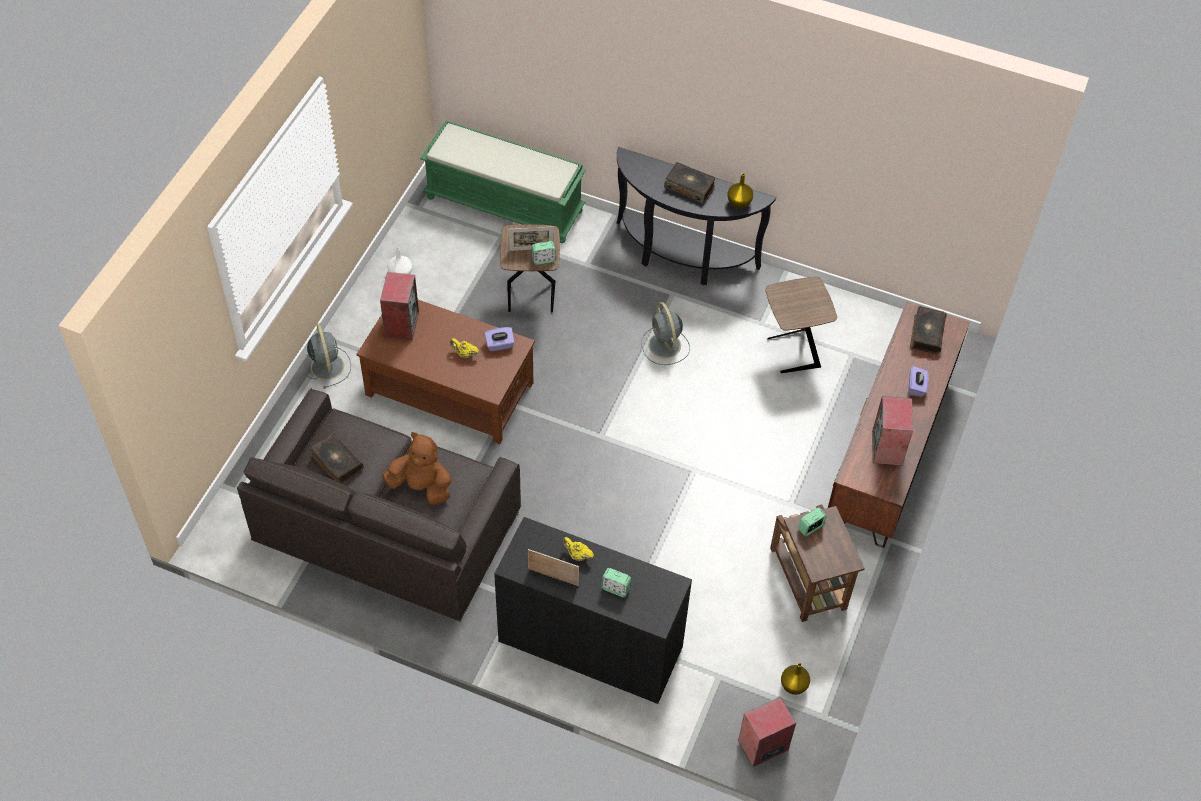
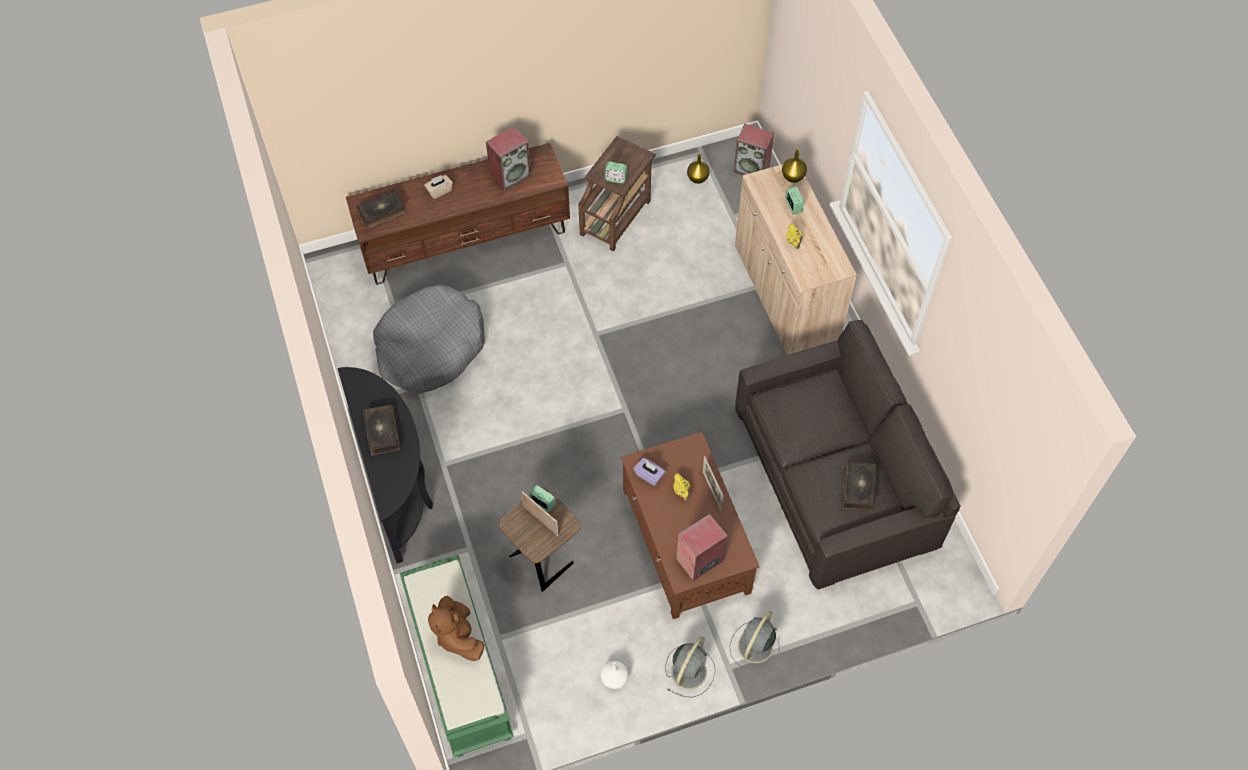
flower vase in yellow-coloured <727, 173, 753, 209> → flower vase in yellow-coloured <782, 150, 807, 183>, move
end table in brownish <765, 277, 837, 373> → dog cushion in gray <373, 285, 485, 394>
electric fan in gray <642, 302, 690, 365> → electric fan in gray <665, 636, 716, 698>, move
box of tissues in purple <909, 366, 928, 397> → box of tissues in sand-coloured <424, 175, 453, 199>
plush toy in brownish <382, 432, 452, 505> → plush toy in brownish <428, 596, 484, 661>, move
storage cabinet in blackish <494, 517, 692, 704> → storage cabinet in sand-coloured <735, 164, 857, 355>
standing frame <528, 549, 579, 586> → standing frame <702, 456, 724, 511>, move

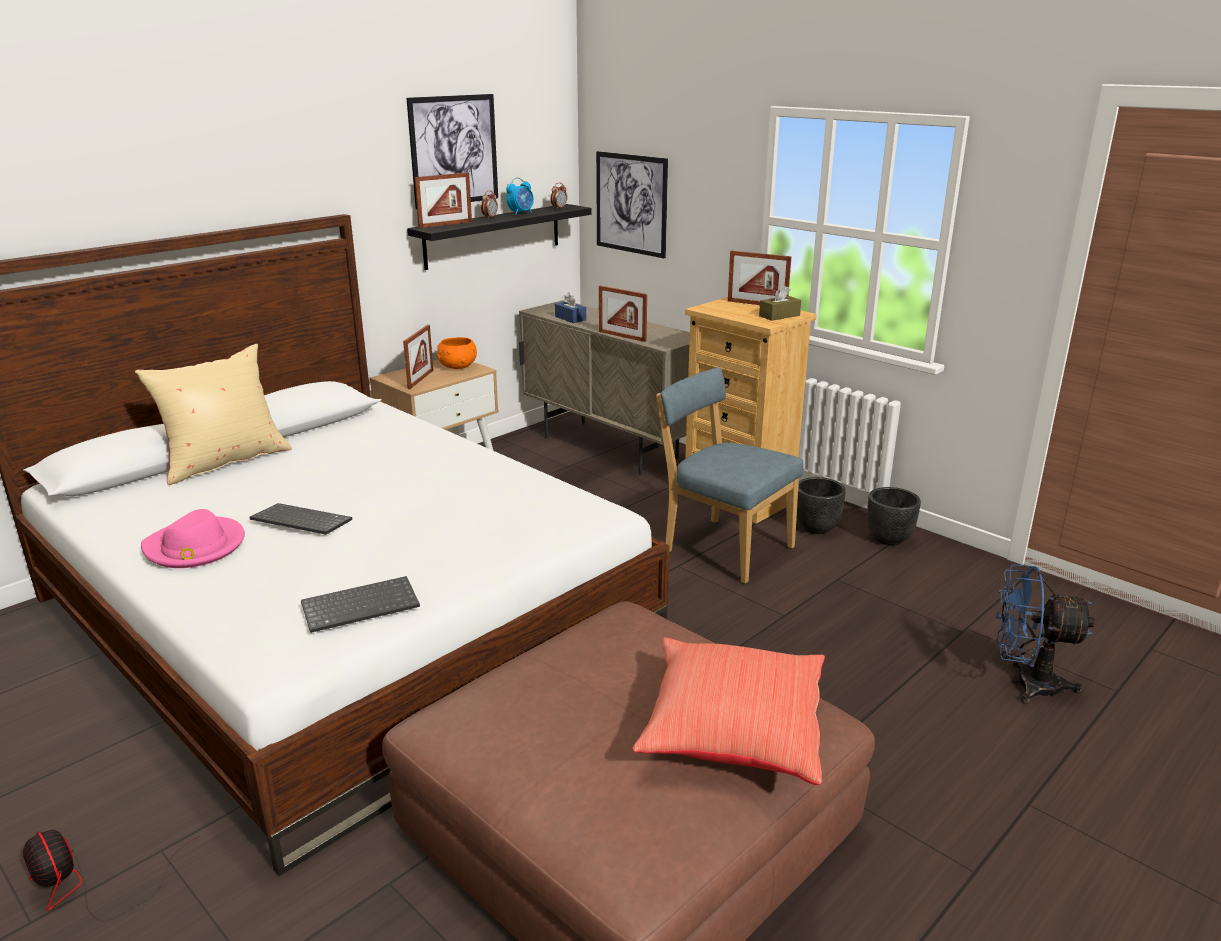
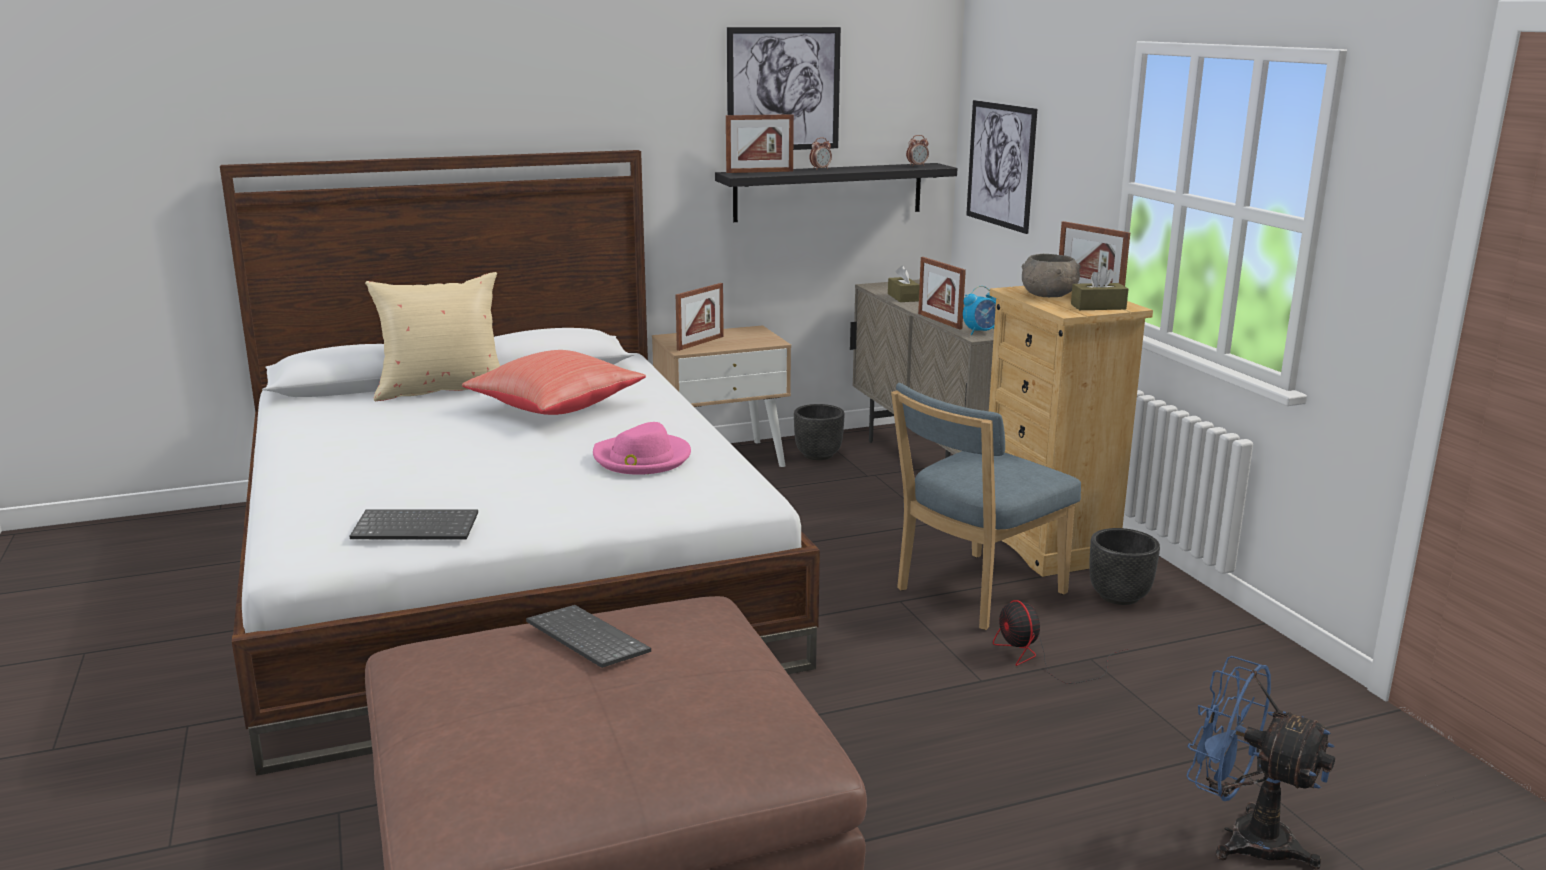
alarm clock <506, 177, 534, 215> → alarm clock <963, 286, 996, 335>, move
box of tissues in blue <555, 293, 586, 323> → box of tissues in brownish <888, 265, 920, 302>
serving bowl in orange-coloured <437, 337, 477, 369> → -
chair in blue <656, 367, 804, 584> → chair in blue <891, 383, 1081, 630>, 105 degrees counterclockwise
planter in blackish <867, 487, 921, 545> → planter in blackish <794, 404, 845, 460>, move
PC keyboard <250, 503, 352, 535> → PC keyboard <526, 605, 651, 668>, move
wearable hat in pink <141, 509, 245, 568> → wearable hat in pink <593, 422, 691, 475>, move
throw pillow in red <633, 637, 825, 785> → throw pillow in red <462, 350, 646, 415>, move
electric fan <23, 830, 199, 922> → electric fan <993, 600, 1128, 684>, move
- → serving bowl in gray <1022, 254, 1080, 297>

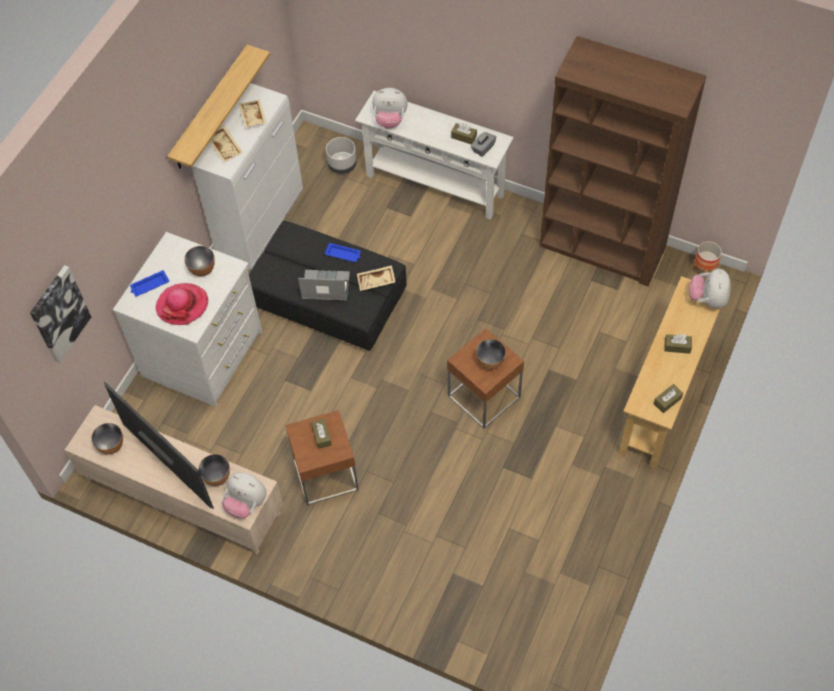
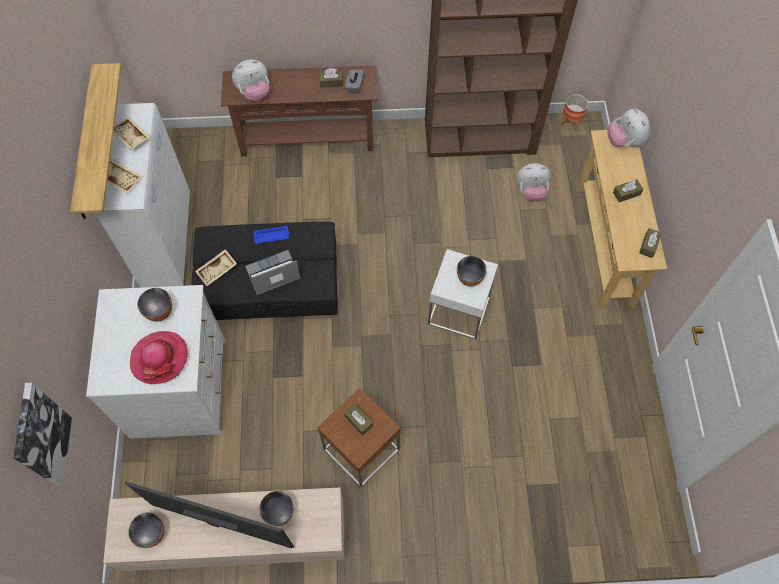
hall table in white <355, 91, 514, 220> → hall table in brownish <221, 66, 377, 157>
planter in gray <326, 137, 357, 174> → -
tray in sand-coloured <357, 265, 395, 291> → tray in sand-coloured <195, 249, 237, 286>, move
tray in blue <130, 270, 169, 297> → -
end table in brownish <447, 328, 524, 429> → end table in white <428, 249, 498, 339>
plush toy <222, 472, 266, 519> → plush toy <517, 163, 551, 201>, move

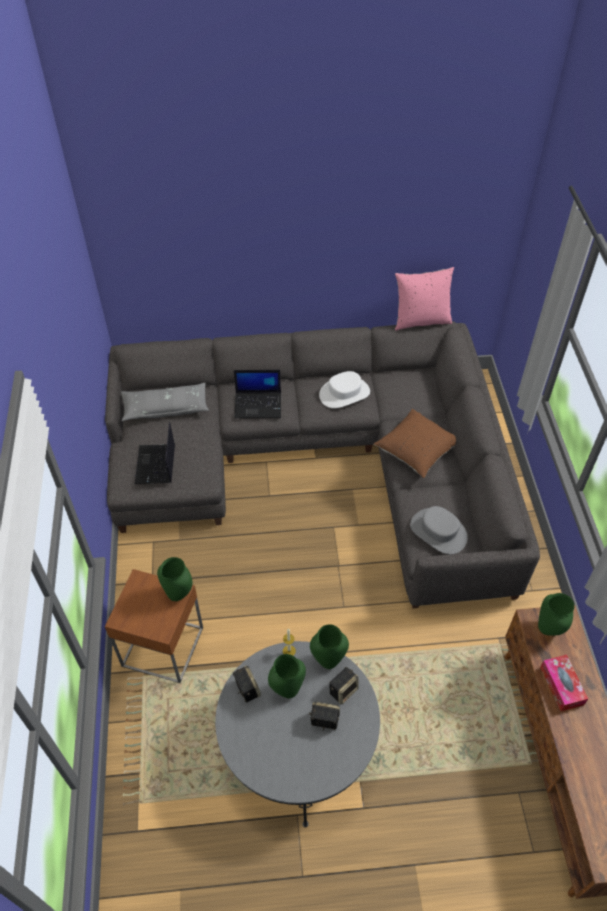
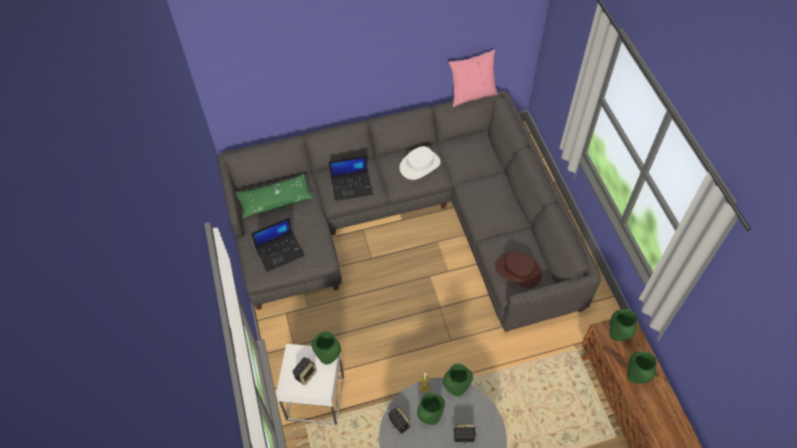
throw pillow in gray <121, 383, 209, 421> → throw pillow in green <235, 174, 313, 218>
throw pillow in brownish <374, 409, 456, 478> → -
portable computer <135, 422, 175, 484> → portable computer <251, 218, 305, 272>, 105 degrees counterclockwise
wearable hat in gray <410, 506, 468, 554> → wearable hat in brownish <495, 251, 542, 288>
end table in brownish <105, 569, 203, 683> → end table in white <276, 344, 344, 425>
box of tissues <540, 654, 588, 711> → flower vase in green <627, 352, 657, 384>
audio speaker <329, 667, 359, 704> → audio speaker <293, 357, 317, 385>, move

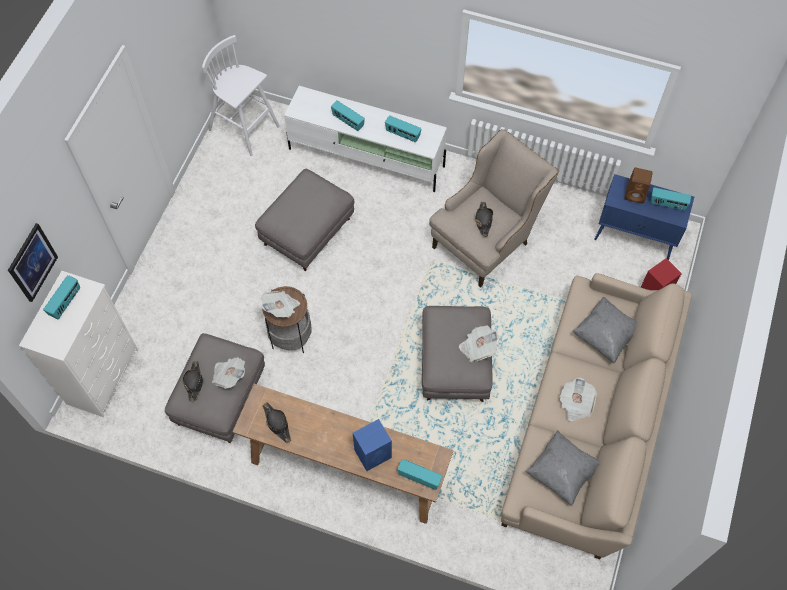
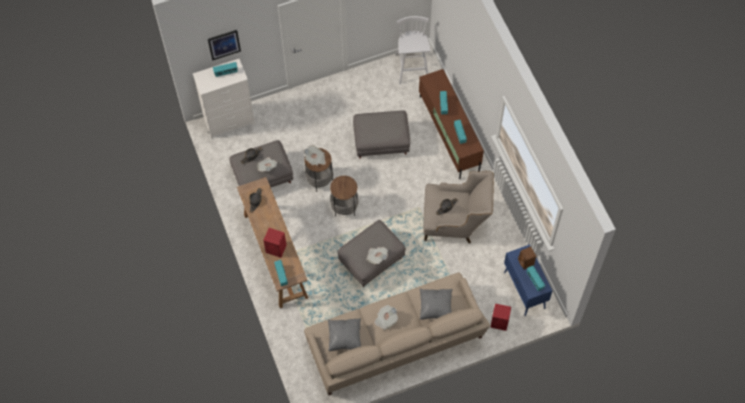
tv unit in white <284, 86, 447, 192> → tv unit in brownish <419, 69, 484, 179>
audio speaker in blue <353, 419, 392, 471> → audio speaker in red <263, 228, 287, 258>
- → end table <330, 176, 358, 217>

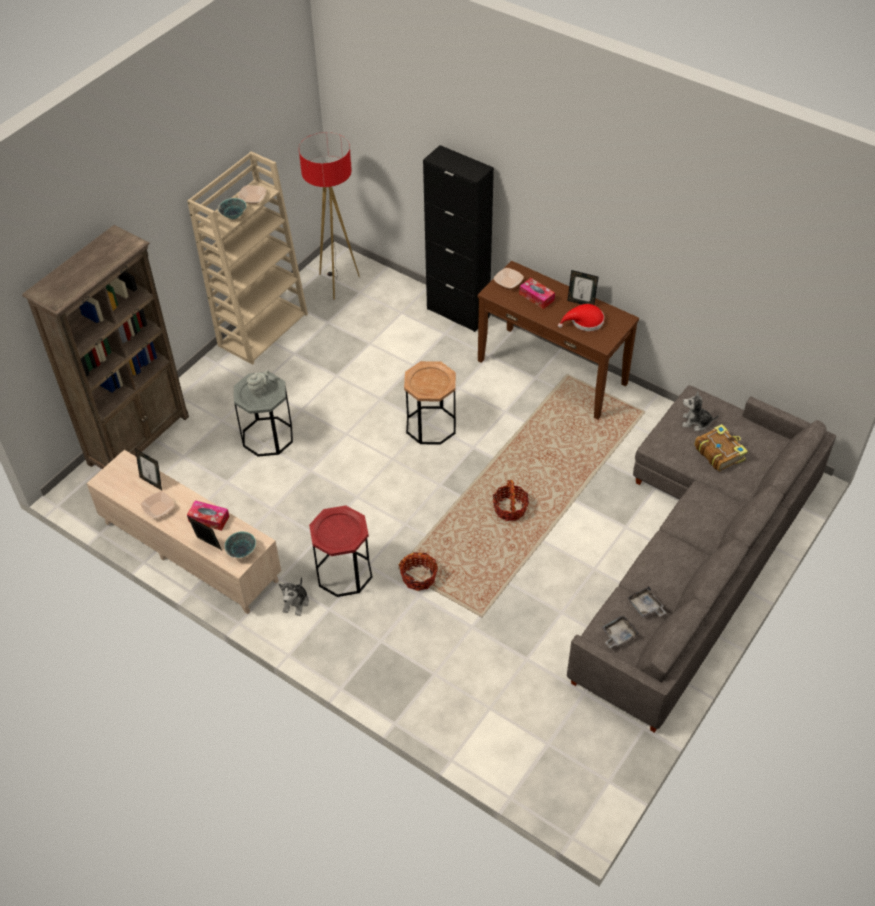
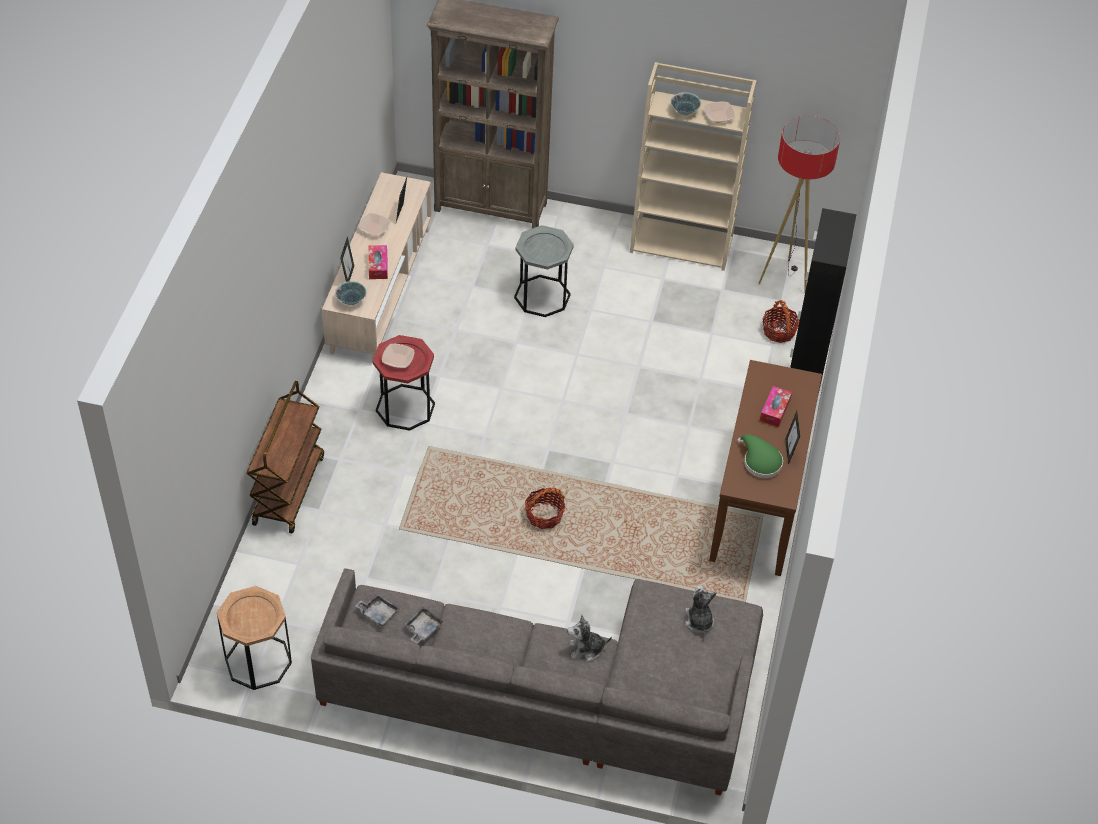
serving bowl <494, 268, 524, 289> → serving bowl <382, 344, 414, 368>, move
wearable hat in red <558, 304, 604, 331> → wearable hat in green <737, 434, 783, 478>
end table in brownish <404, 361, 456, 445> → end table in brownish <217, 586, 292, 690>, move
teapot in gray <247, 370, 269, 397> → -
volume <694, 424, 748, 472> → -
household basket <399, 552, 438, 591> → household basket <763, 300, 800, 343>, move
plush toy <279, 577, 309, 616> → plush toy <567, 615, 612, 661>, move
- → cart in brownish <246, 381, 324, 534>

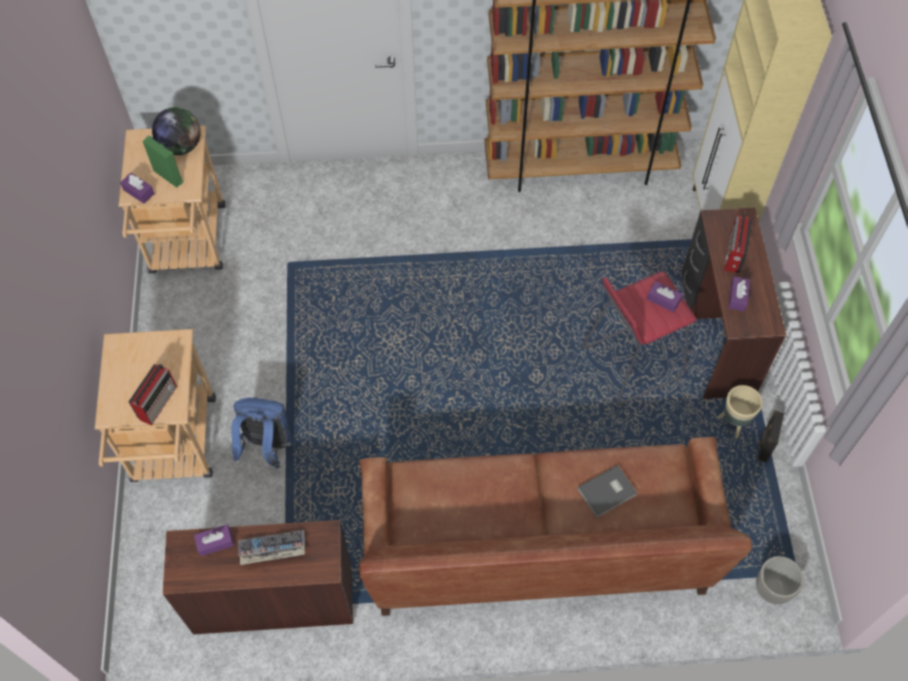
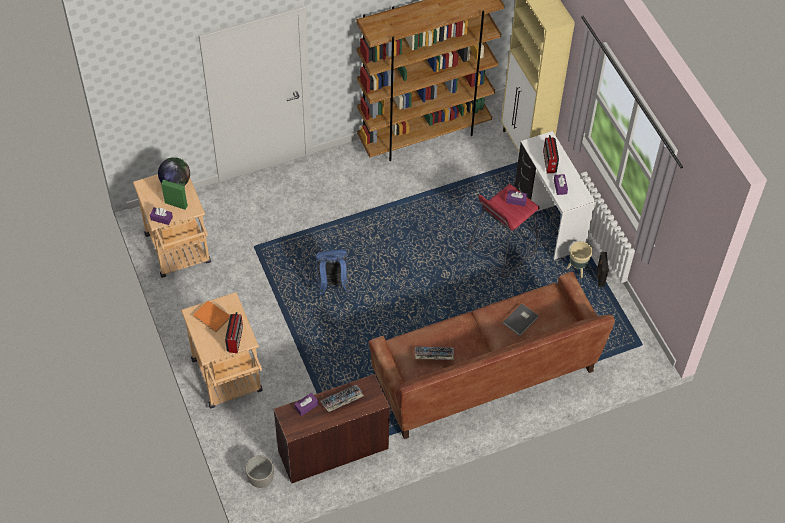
desk in brownish <682, 207, 786, 399> → desk in white <515, 131, 596, 260>
rucksack in blue <231, 397, 291, 469> → rucksack in blue <315, 249, 351, 295>, move
planter <756, 556, 804, 604> → planter <245, 455, 274, 488>, move
- → volume in orange-coloured <193, 301, 230, 333>
- → PC keyboard <415, 347, 454, 360>

